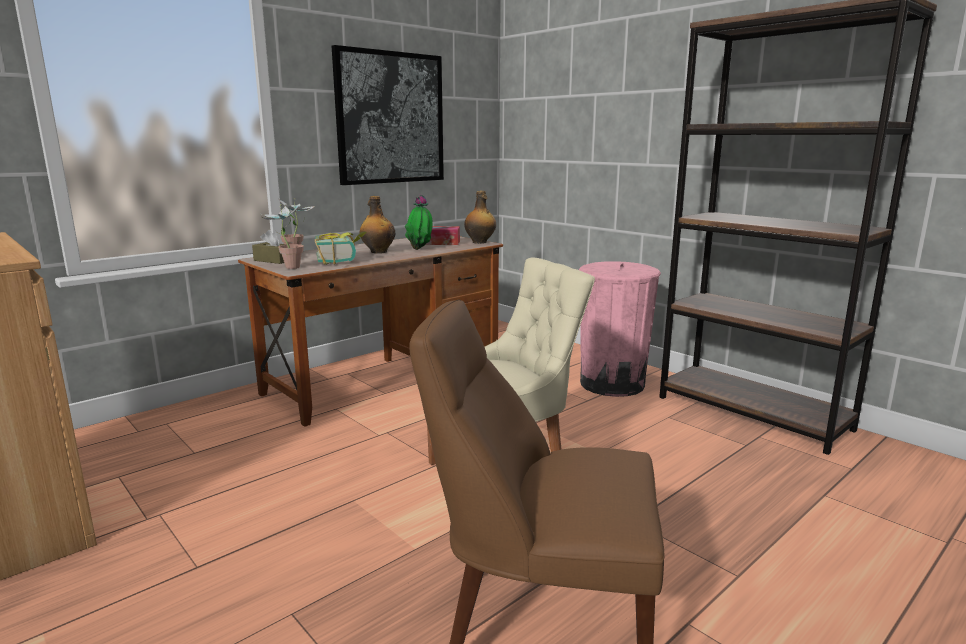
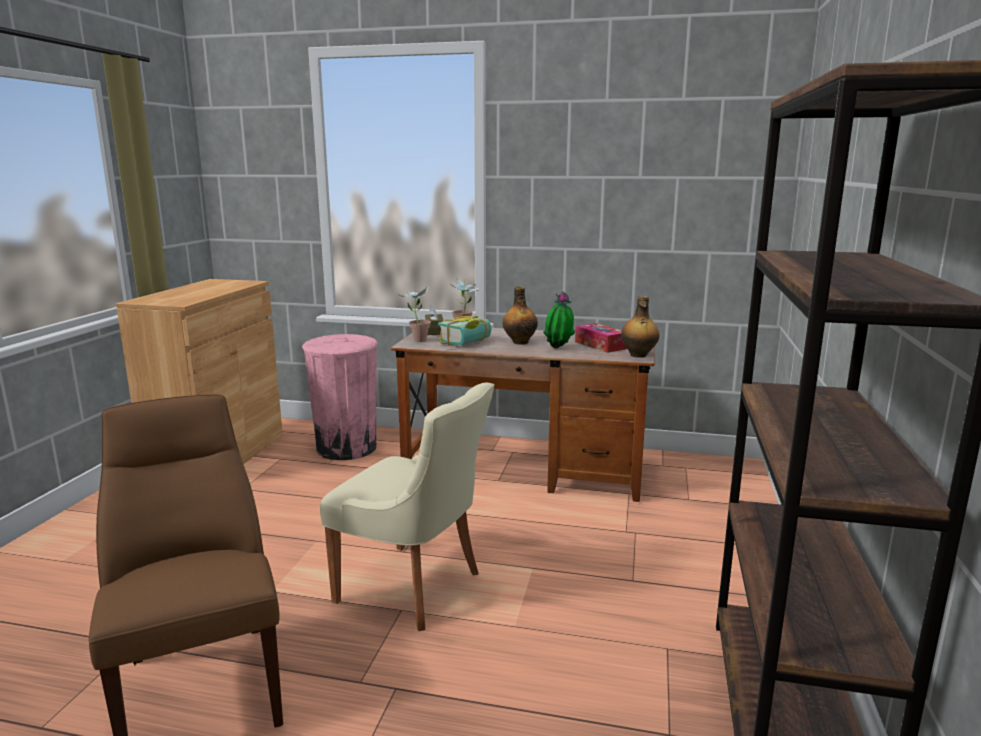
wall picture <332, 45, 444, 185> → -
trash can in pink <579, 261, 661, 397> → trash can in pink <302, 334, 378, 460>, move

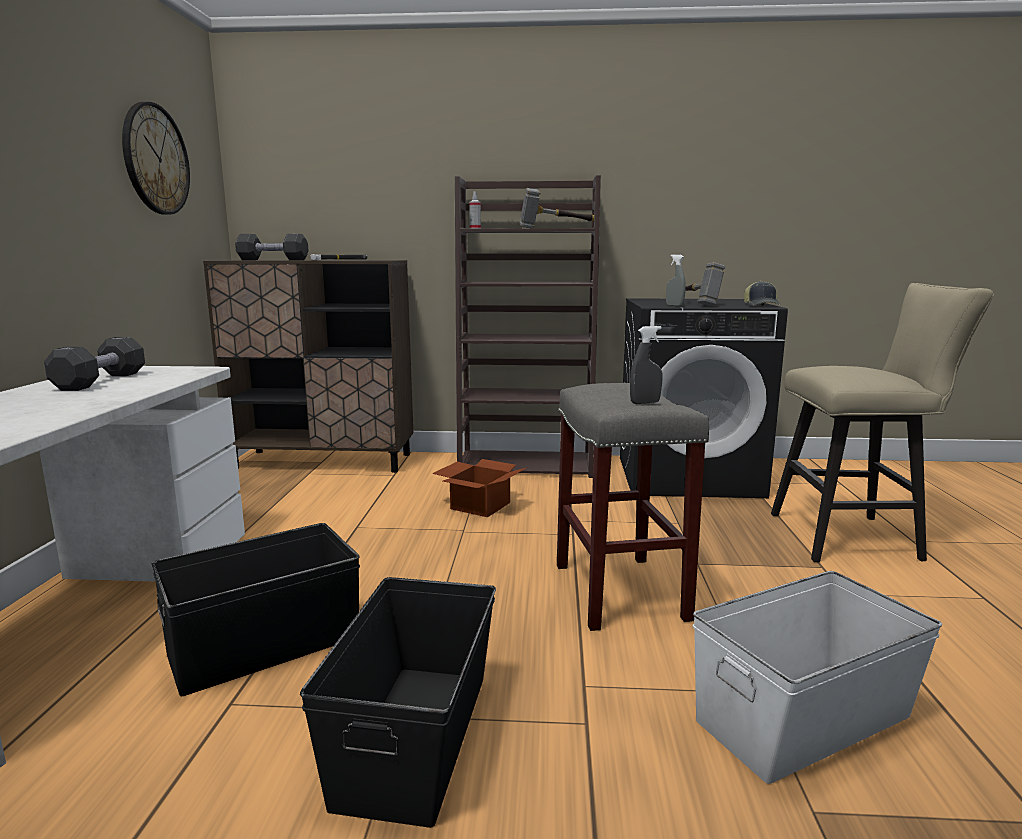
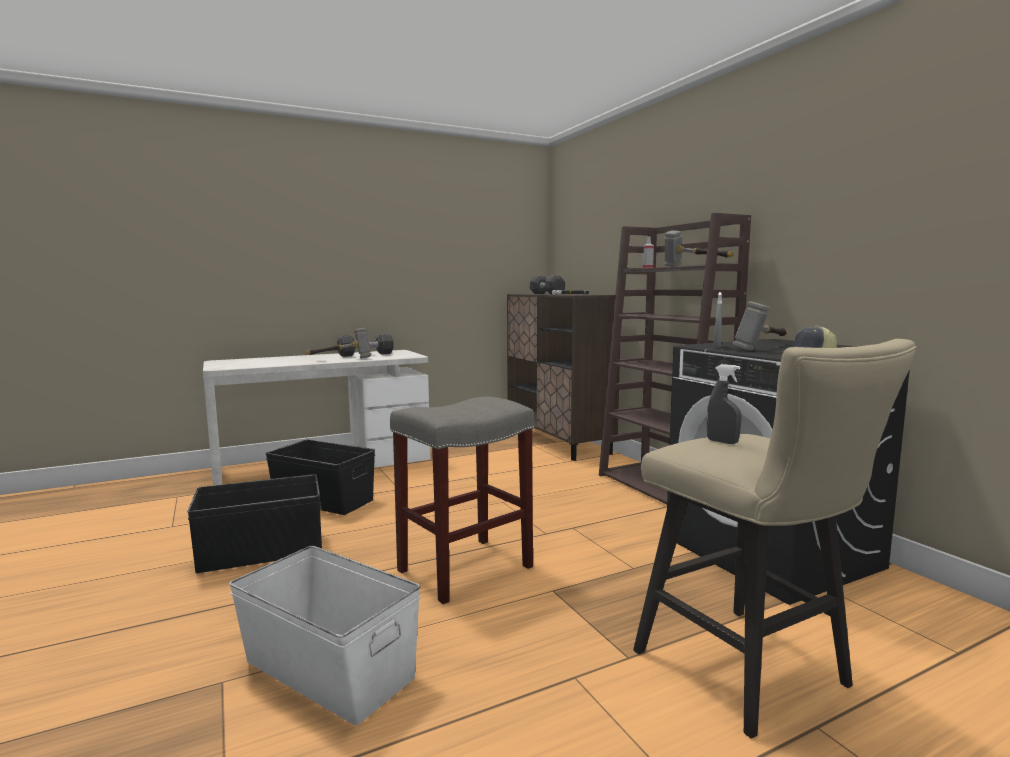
hanging clock <122, 102, 190, 215> → -
spray bottle in gray <630, 326, 663, 404> → spray bottle in gray <707, 364, 742, 444>, move
cardboard box <432, 459, 526, 517> → -
- → hammer <305, 328, 372, 359>

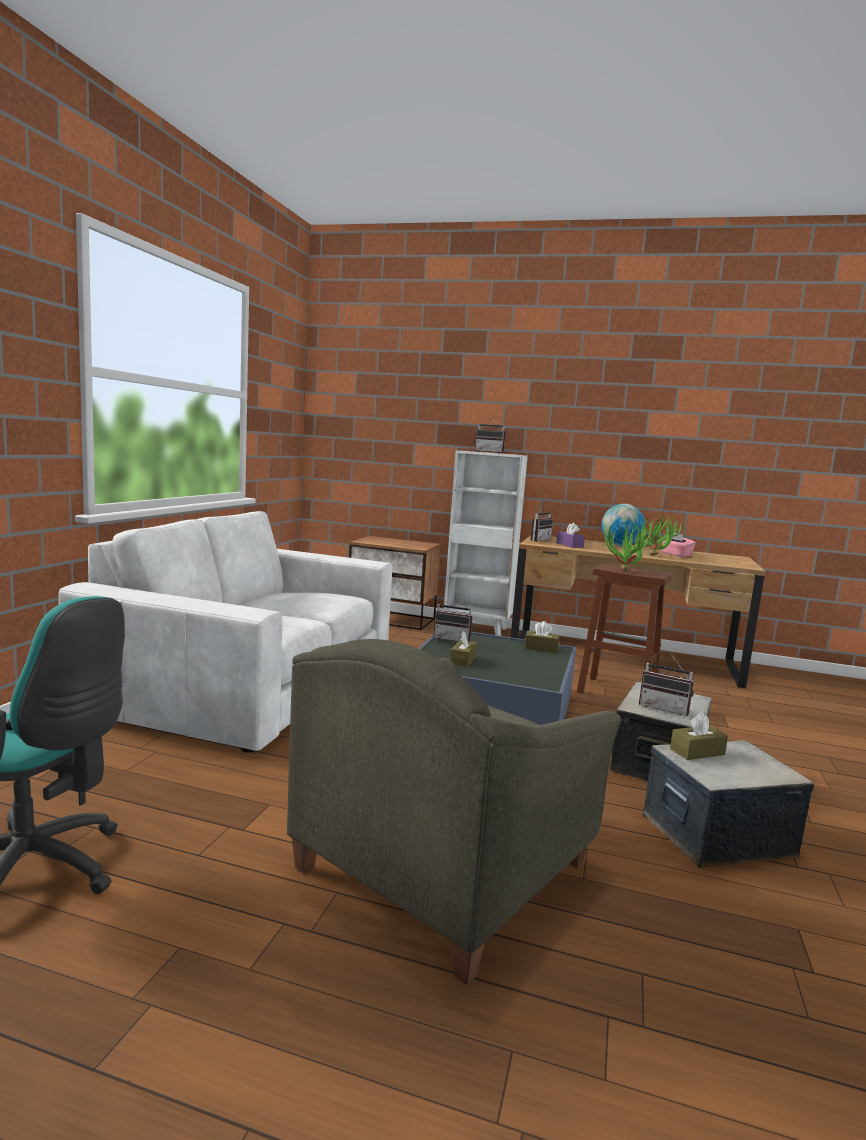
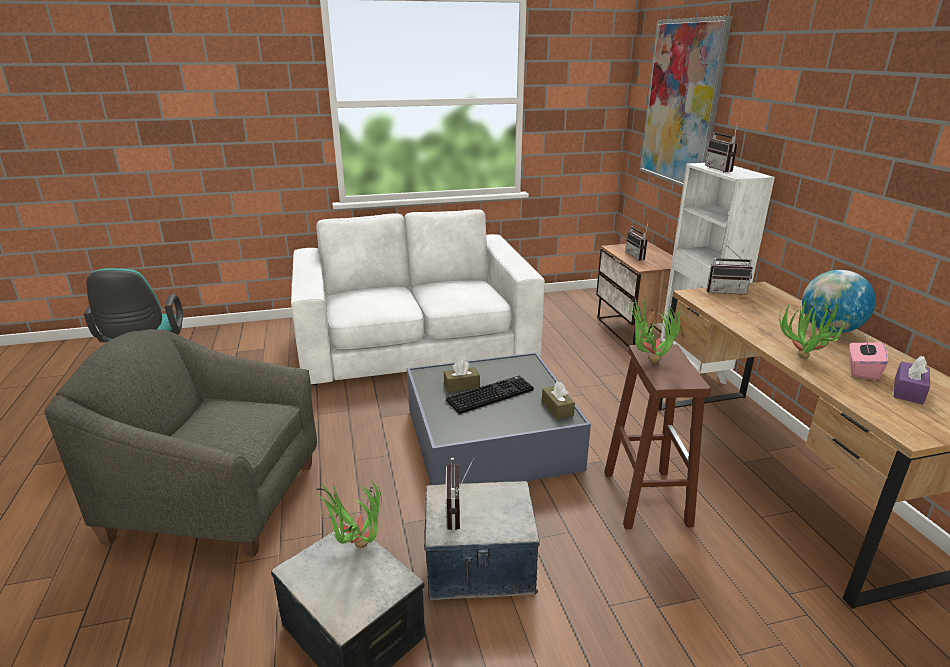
box of tissues in purple <556, 523, 585, 548> → box of tissues in purple <894, 356, 930, 405>, move
radio receiver <433, 594, 473, 641> → radio receiver <625, 223, 648, 261>, move
box of tissues in brownish <670, 712, 728, 760> → houseplant <315, 479, 381, 548>
- → wall picture <640, 16, 732, 187>
- → PC keyboard <446, 376, 534, 414>

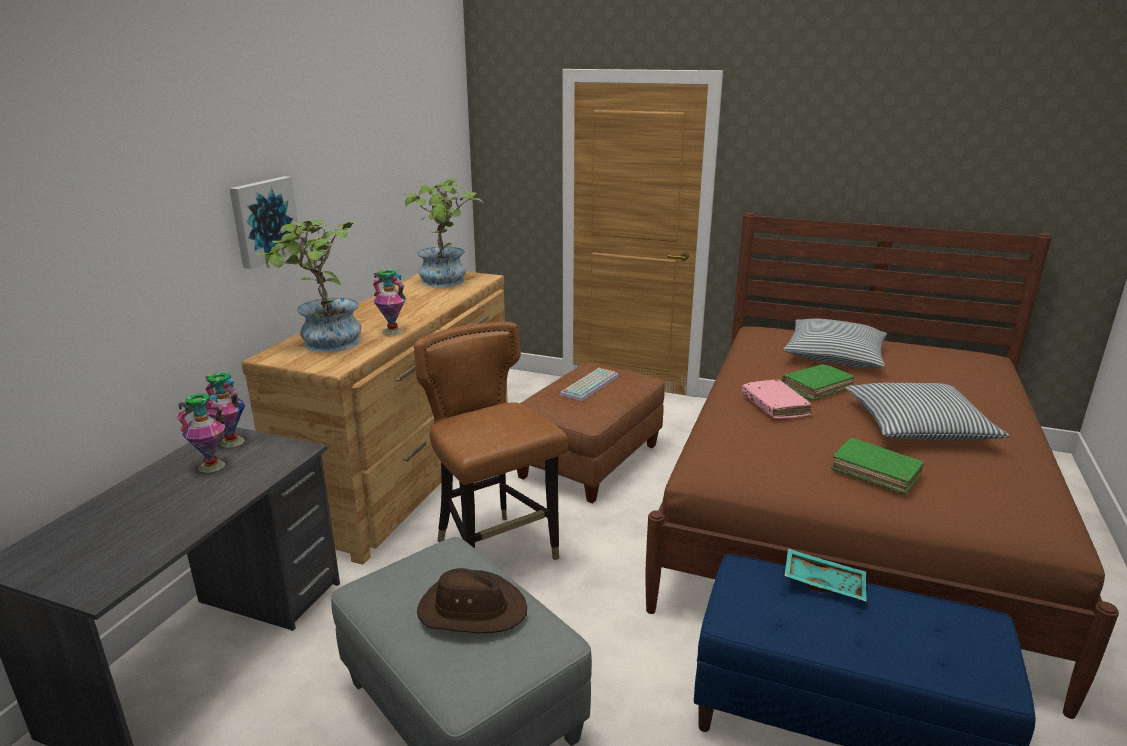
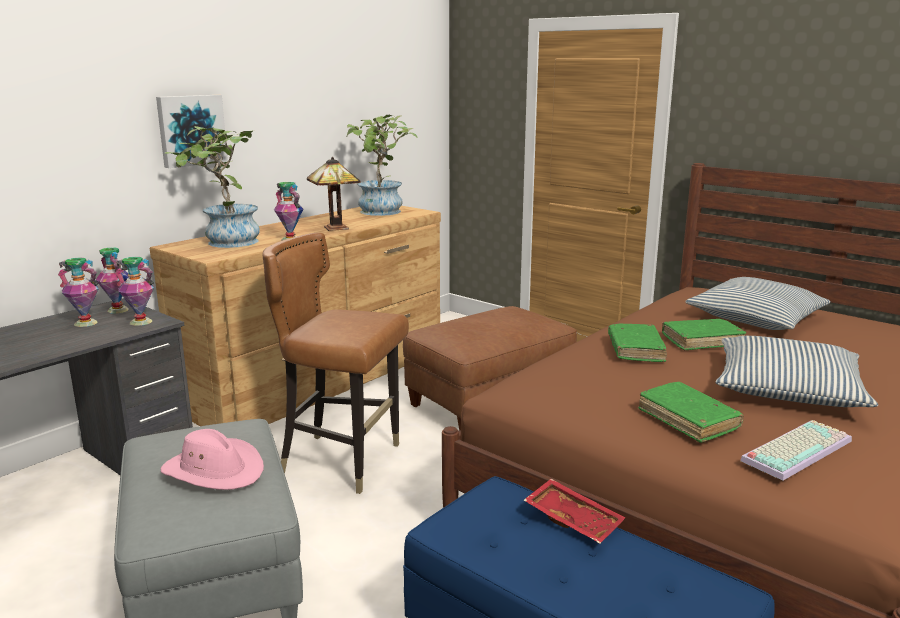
chair in brownish <414, 322, 568, 560> → chair in brownish <262, 233, 409, 494>, 60 degrees counterclockwise
PC keyboard <560, 368, 619, 401> → PC keyboard <740, 420, 852, 481>, move
volume in pink <742, 379, 811, 419> → volume in green <608, 323, 667, 362>
tray in turquoise-coloured <784, 548, 867, 602> → tray in red <524, 479, 626, 543>
wearable hat in brownish <417, 568, 527, 633> → wearable hat in pink <161, 429, 264, 490>
- → tabletop lamp <307, 157, 360, 231>
- → flower vase <115, 257, 154, 326>

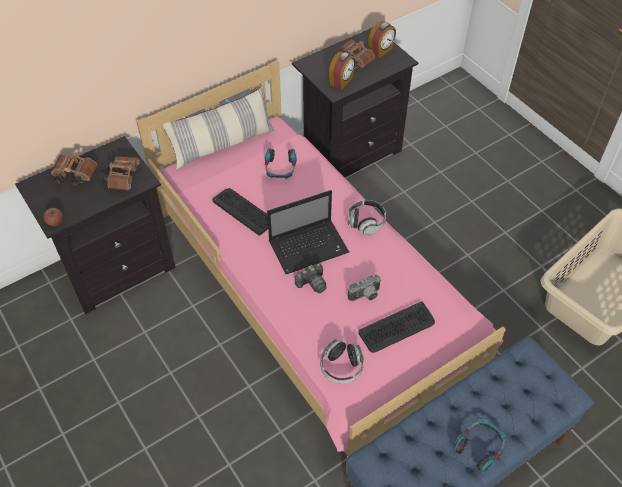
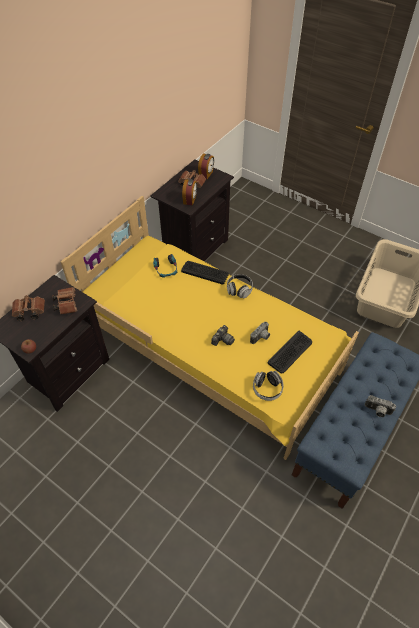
bedroom bed in pink <136, 60, 506, 473> → bedroom bed in yellow-coloured <61, 196, 359, 460>
throw pillow <163, 86, 274, 169> → -
PC keyboard <212, 188, 268, 236> → PC keyboard <181, 261, 229, 285>, move
portable computer <267, 190, 349, 274> → -
headphones <453, 419, 507, 473> → still camera <365, 395, 396, 417>

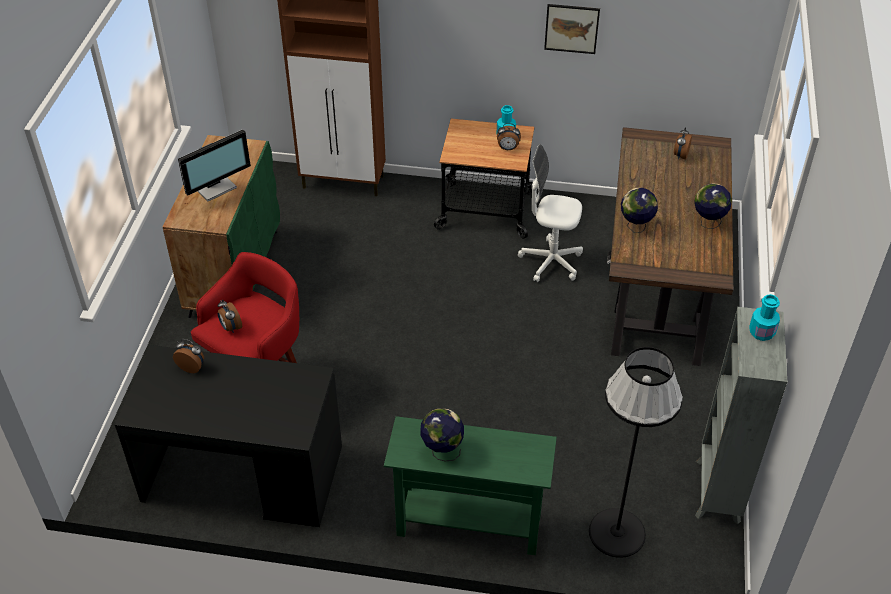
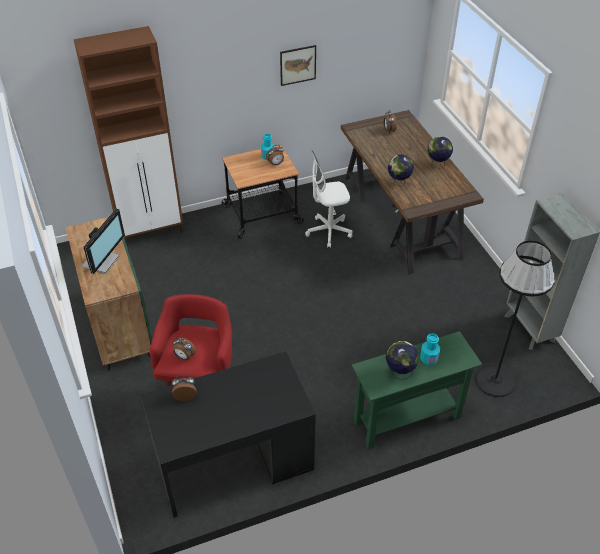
beverage bottle in turquoise-coloured <749, 294, 780, 341> → beverage bottle in turquoise-coloured <420, 333, 440, 365>, move

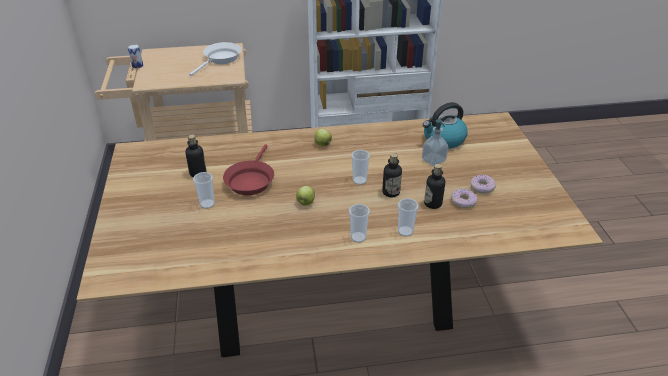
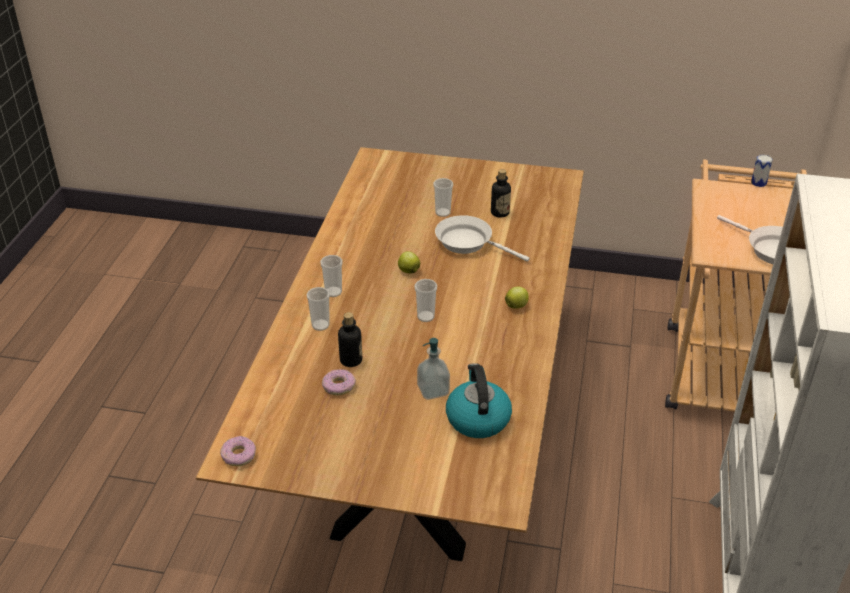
skillet in red <223, 144, 274, 195> → skillet in white <435, 215, 530, 262>
beverage bottle <382, 153, 402, 197> → -
doughnut <470, 175, 496, 194> → doughnut <220, 436, 256, 466>, move

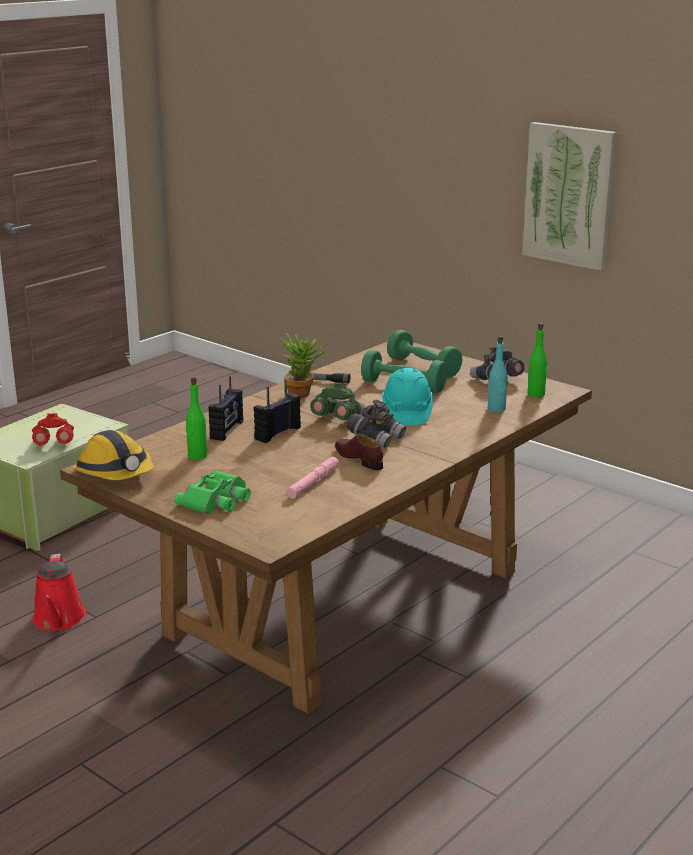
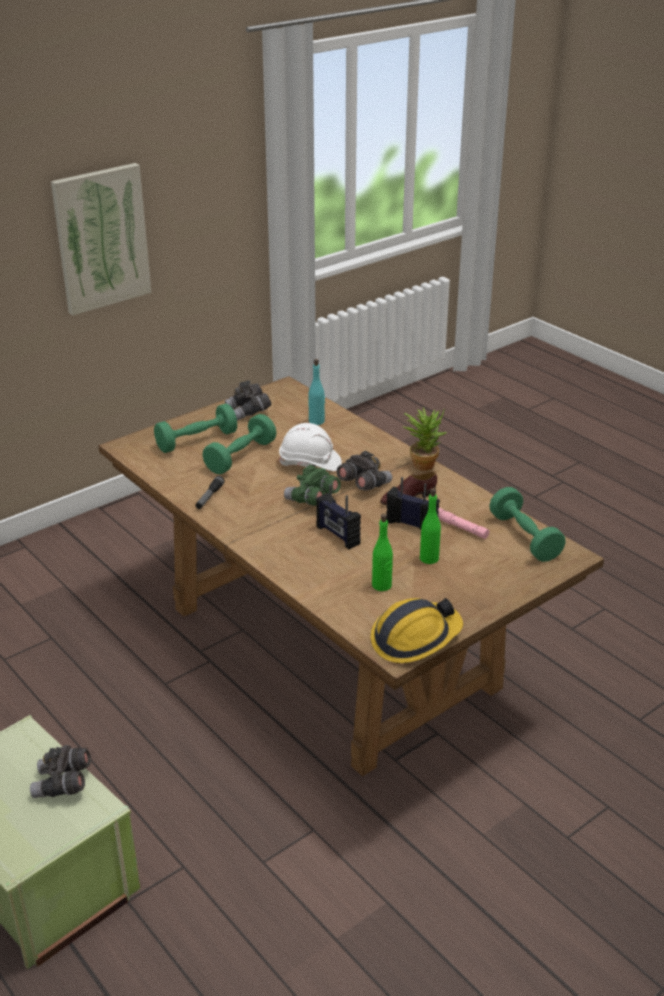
beverage bottle in green <528, 323, 548, 397> → beverage bottle in green <420, 488, 441, 564>, move
houseplant <281, 333, 328, 398> → houseplant <404, 407, 447, 471>, move
hard hat in turquoise-coloured <382, 368, 433, 425> → hard hat in white <279, 423, 342, 471>
radio receiver <208, 376, 243, 441> → radio receiver <386, 477, 440, 529>, move
binoculars in red <32, 413, 74, 445> → binoculars in gray <30, 745, 91, 798>
binoculars in green <175, 470, 251, 514> → -
sprinkling can in red <33, 554, 86, 631> → -
- → dumbbell in green <489, 487, 566, 562>

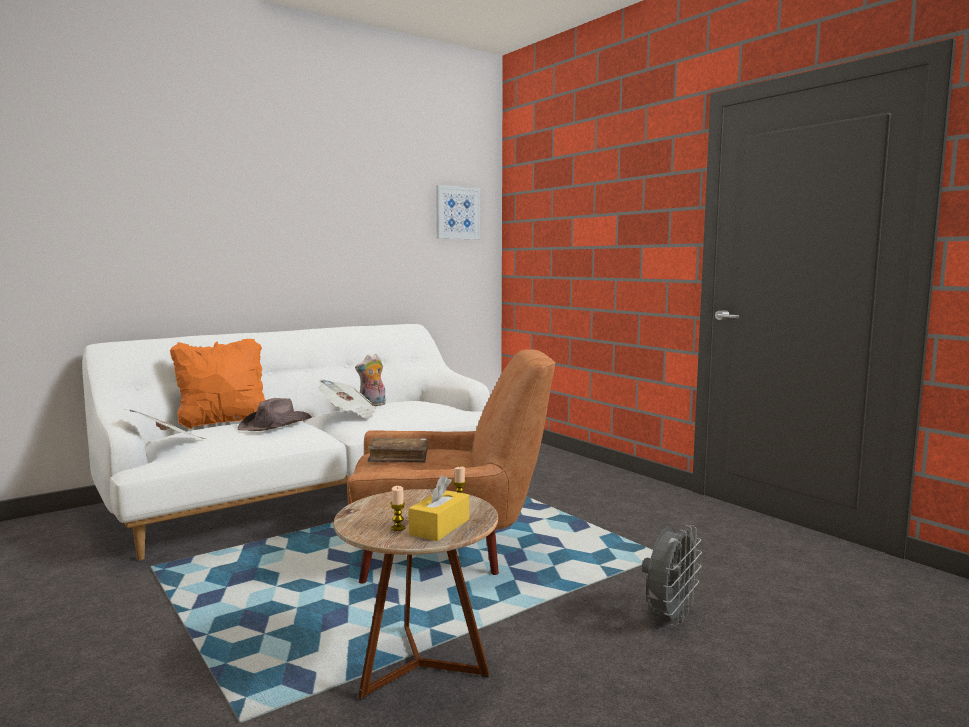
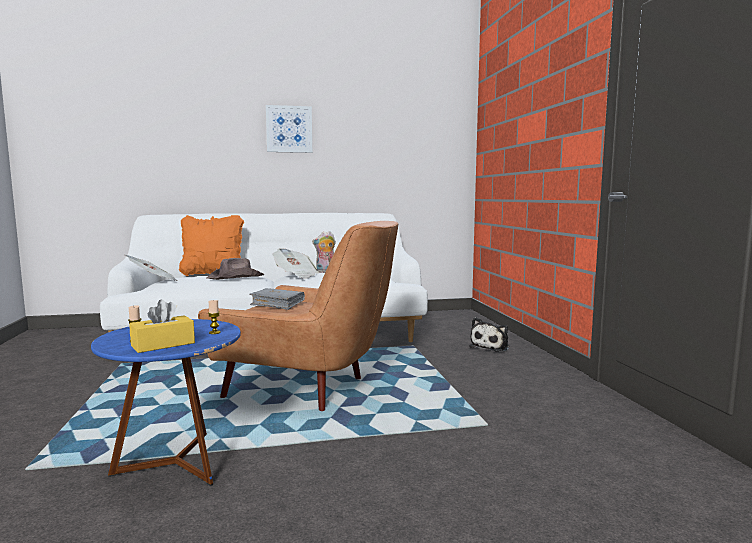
wall picture <436, 185, 481, 239> → wall picture <266, 105, 312, 153>, move
volume in brownish <367, 438, 428, 463> → volume in gray <249, 288, 305, 310>
end table in brownish <334, 489, 498, 700> → end table in blue <91, 319, 241, 486>
electric fan in gray <642, 525, 702, 626> → -
- → plush toy <469, 317, 509, 351>

